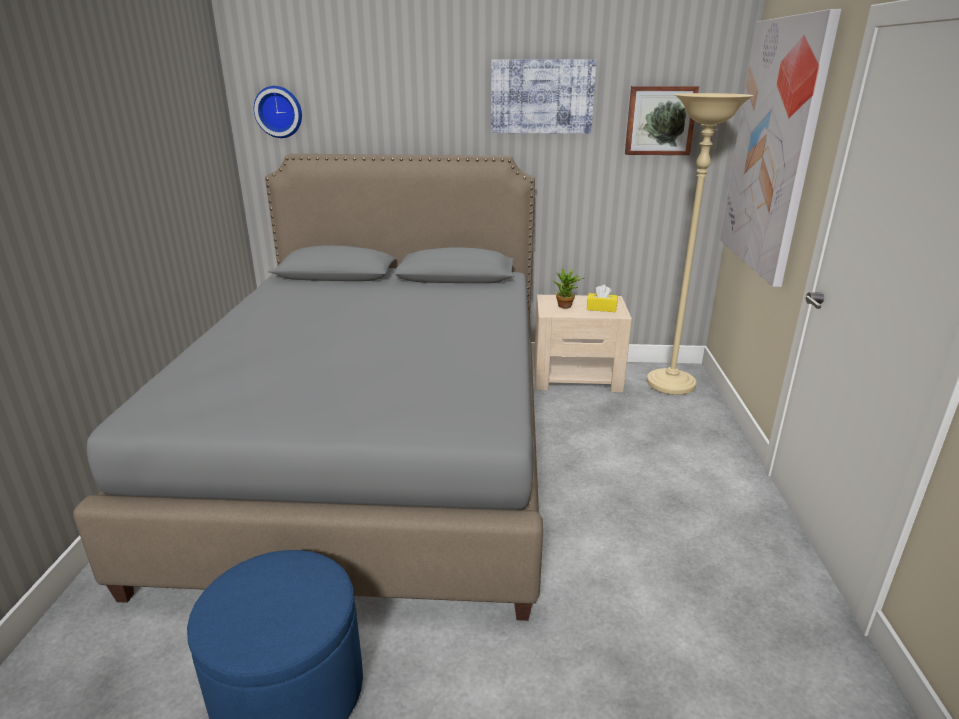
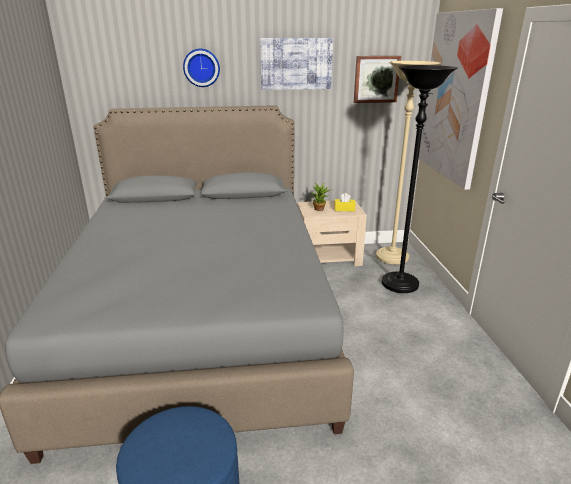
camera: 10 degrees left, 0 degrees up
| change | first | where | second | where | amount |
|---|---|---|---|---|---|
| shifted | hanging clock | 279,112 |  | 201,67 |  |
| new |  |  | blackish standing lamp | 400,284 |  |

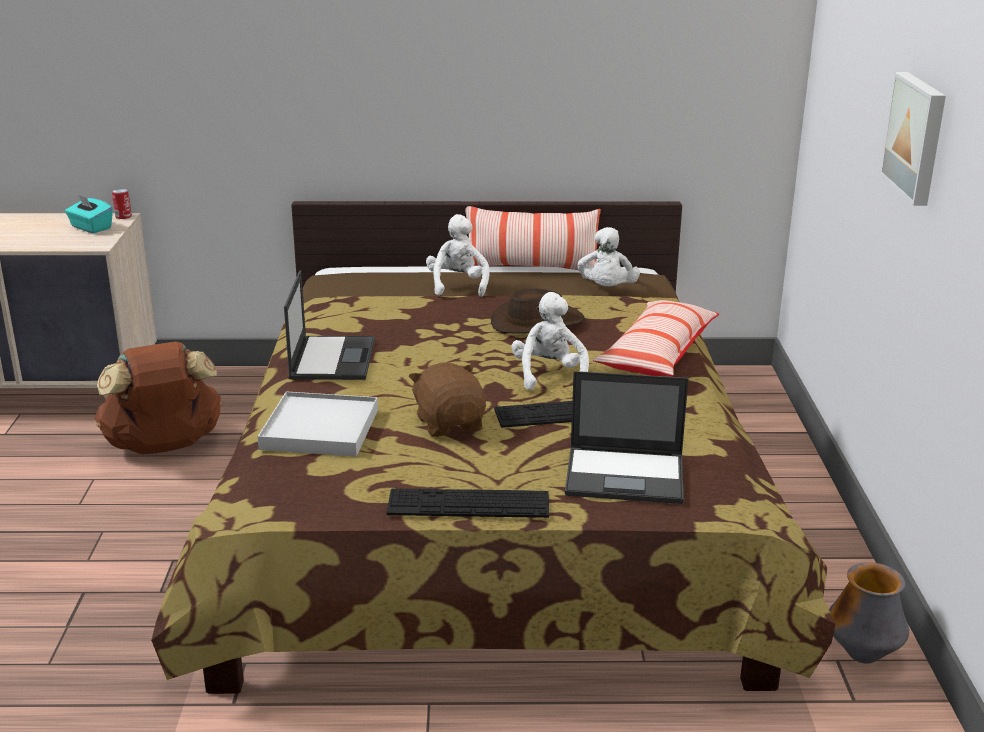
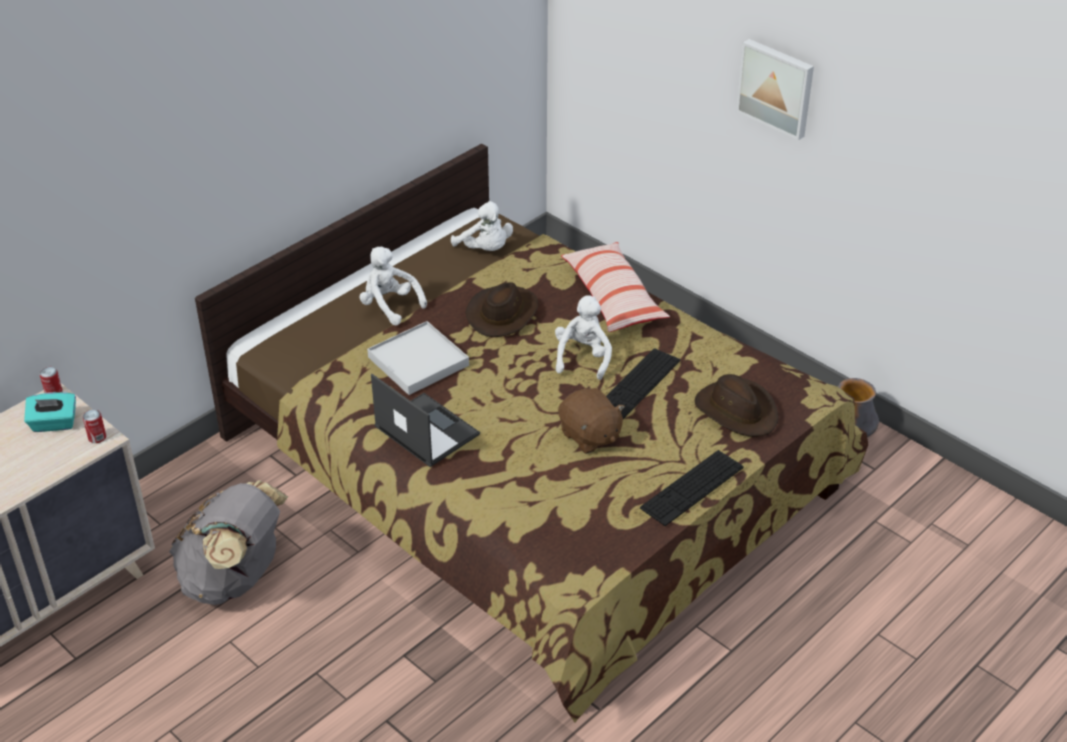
camera: 45 degrees left, 15 degrees up
| change | first | where | second | where | amount |
|---|---|---|---|---|---|
| gone | pillow | 531,269 |  |  |  |
| rotated | whitish cuddly toy | 549,375 |  | 583,358 | 60 degrees clockwise |
| repainted | brown rucksack | 164,447 | greyish rucksack | 235,579 |  |
| rotated | brown cuddly toy | 450,423 |  | 589,436 | 150 degrees counterclockwise |
| swapped | notebook computer | 626,475 | brown clothing hat | 736,410 |  |
| shifted | whitish tray | 320,429 |  | 418,361 |  |
| new |  |  | can | 97,437 |  |

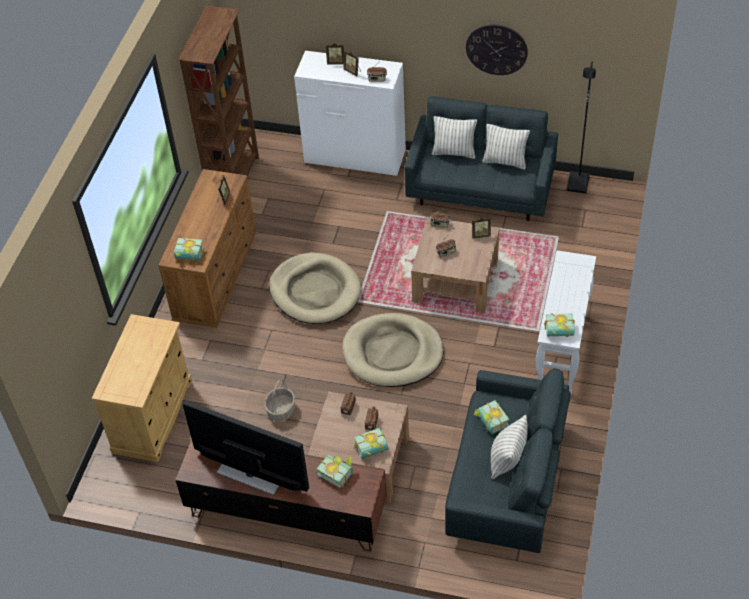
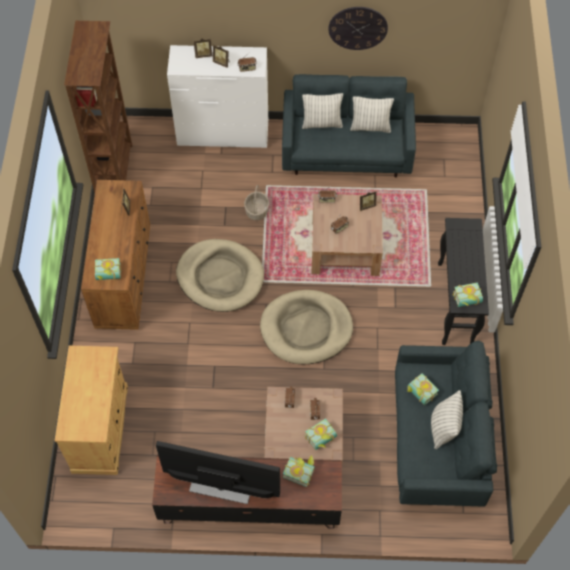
camera: 15 degrees left, 10 degrees up
| change | first | where | second | where | amount |
|---|---|---|---|---|---|
| gone | blackish standing lamp | 578,184 |  |  |  |
| repainted | whitish hall table | 561,352 | blackish hall table | 455,304 |  |
| shifted | basket | 281,411 |  | 257,211 |  |

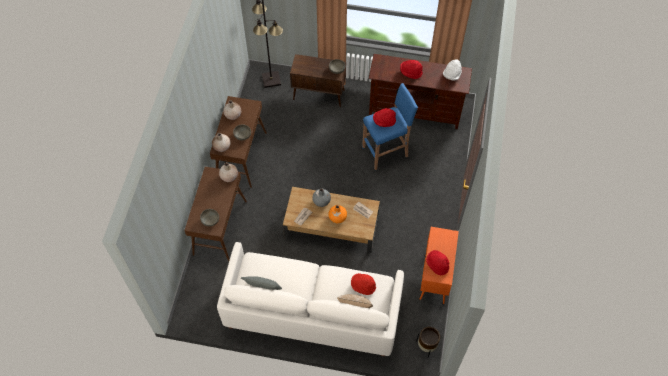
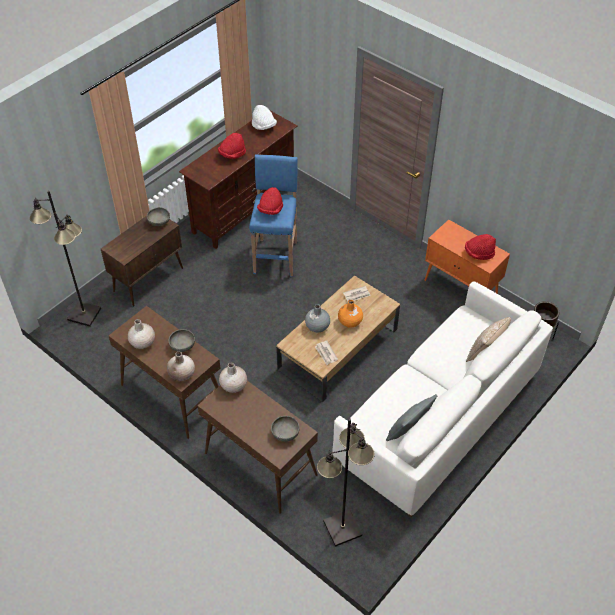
camera: 60 degrees left, 10 degrees down
| change | first | where | second | where | amount |
|---|---|---|---|---|---|
| gone | reddish clothing hat | 363,286 |  |  |  |
| new |  |  | blackish standing lamp | 342,529 |  |

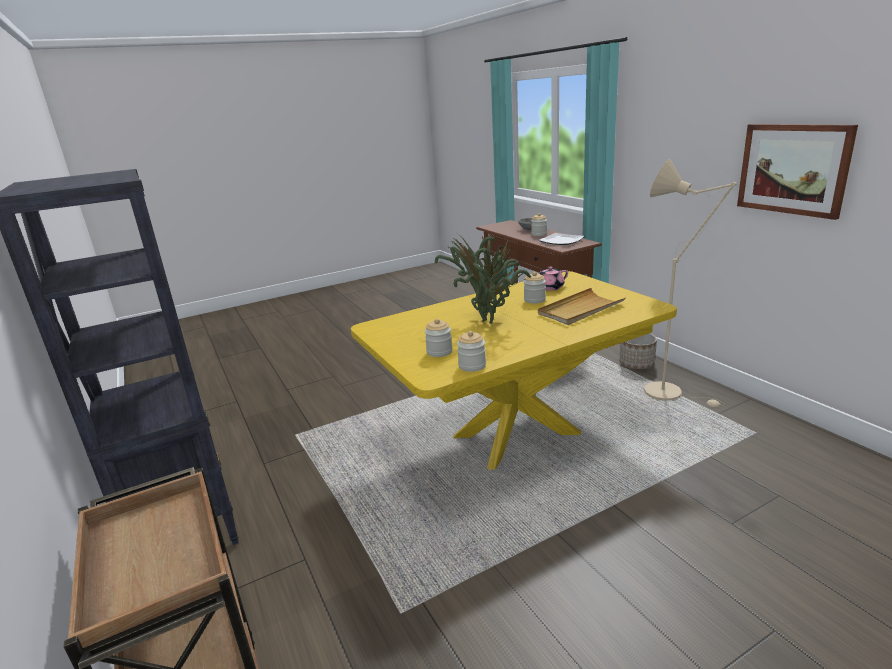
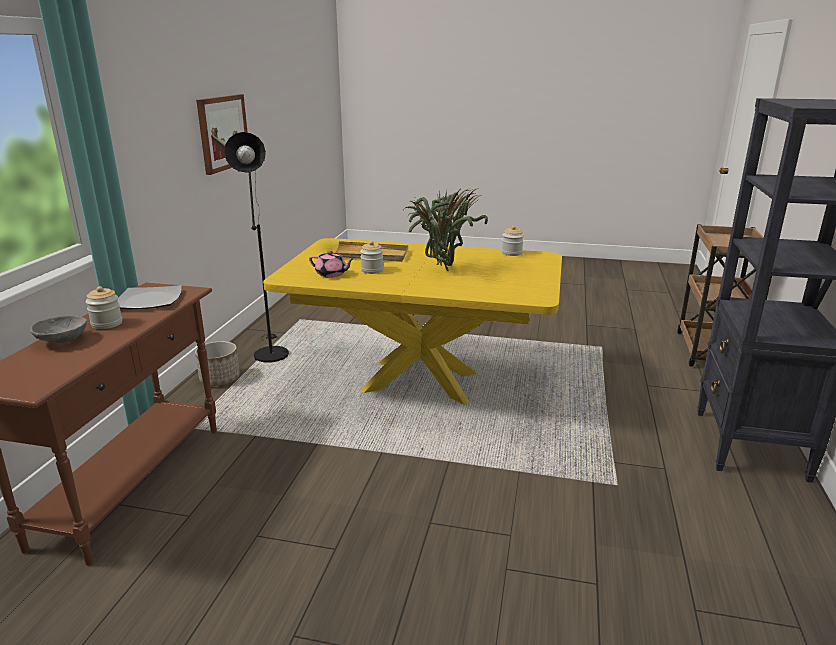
camera: 140 degrees left, 0 degrees up
| change | first | where | second | where | amount |
|---|---|---|---|---|---|
| repainted | beige standing lamp | 670,393 | blackish standing lamp | 270,352 |  |
| gone | jar | 439,352 |  |  |  |

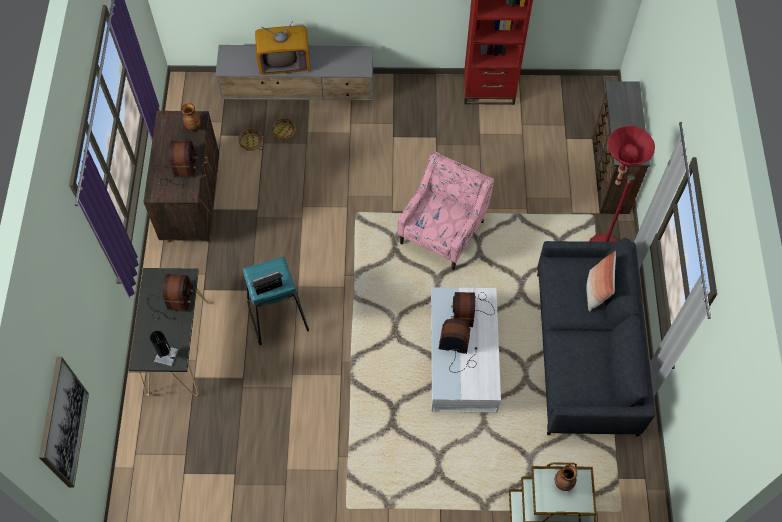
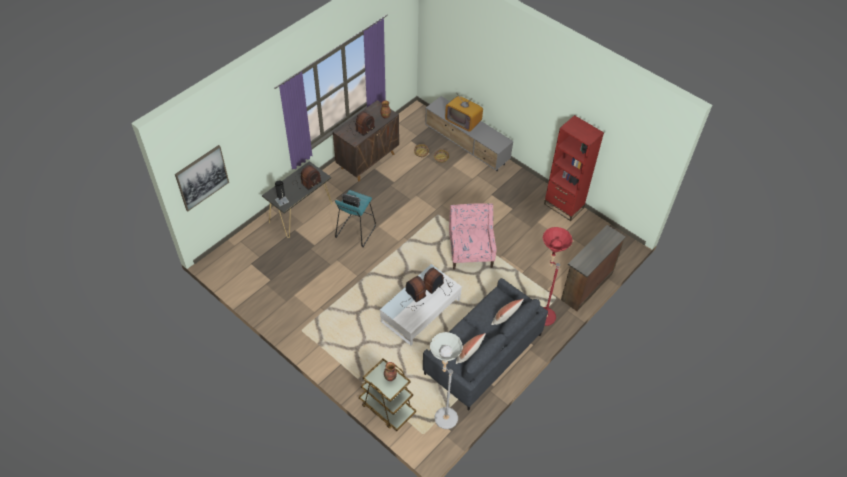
camera: 40 degrees right, 10 degrees down
| change | first | where | second | where | amount |
|---|---|---|---|---|---|
| rotated | pinkish easy chair | 443,231 |  | 471,251 | 75 degrees counterclockwise |
| new |  |  | greyish standing lamp | 442,415 |  |
| new |  |  | pillow | 468,355 |  |

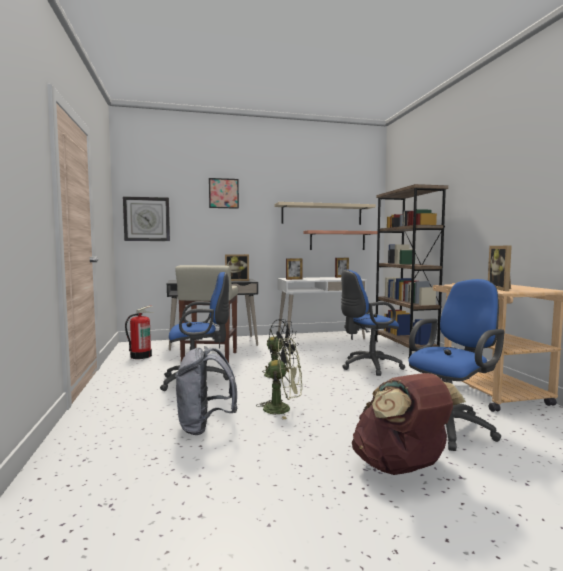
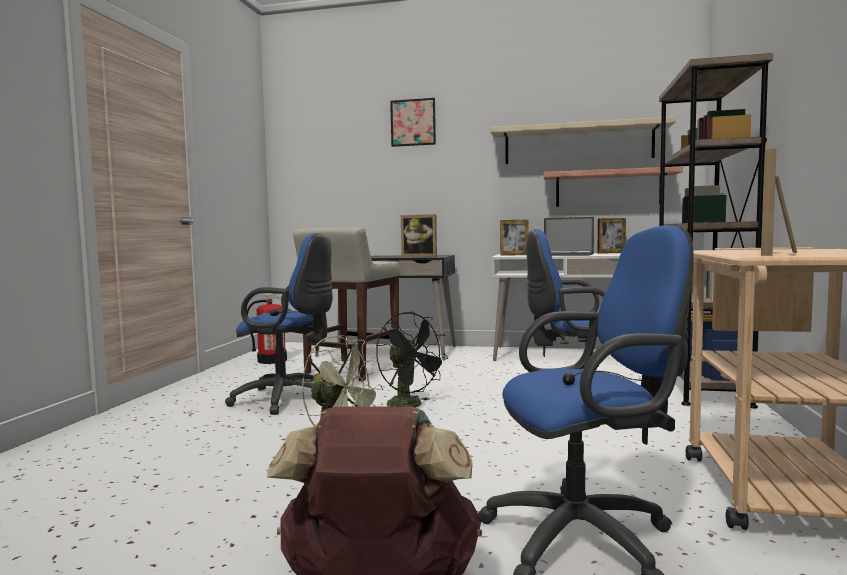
camera: 25 degrees right, 0 degrees up
| change | first | where | second | where | amount |
|---|---|---|---|---|---|
| gone | hanging clock | 147,219 |  |  |  |
| gone | greyish rucksack | 204,426 |  |  |  |
| new |  |  | notebook computer | 566,254 |  |

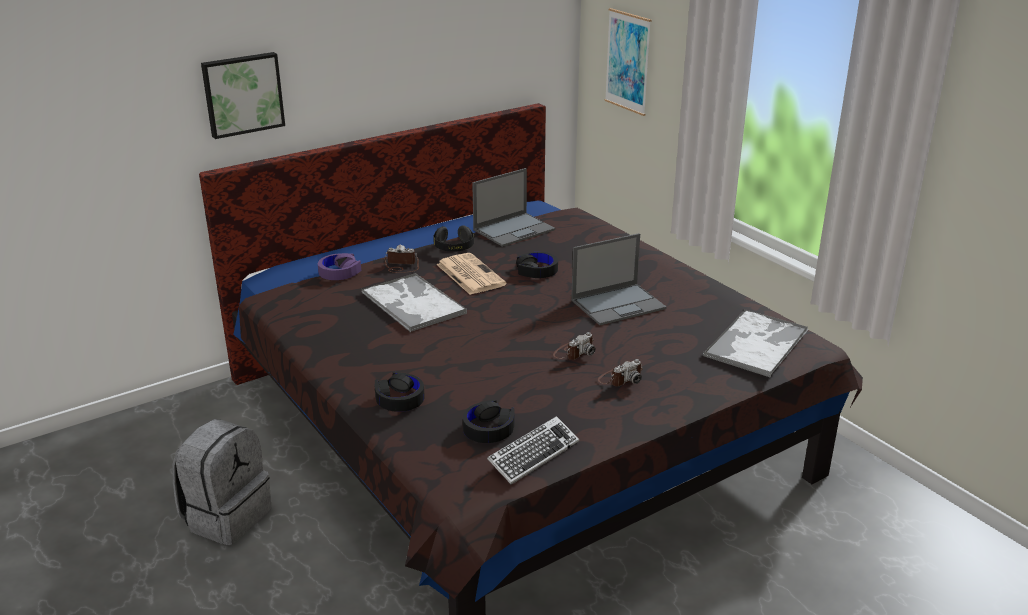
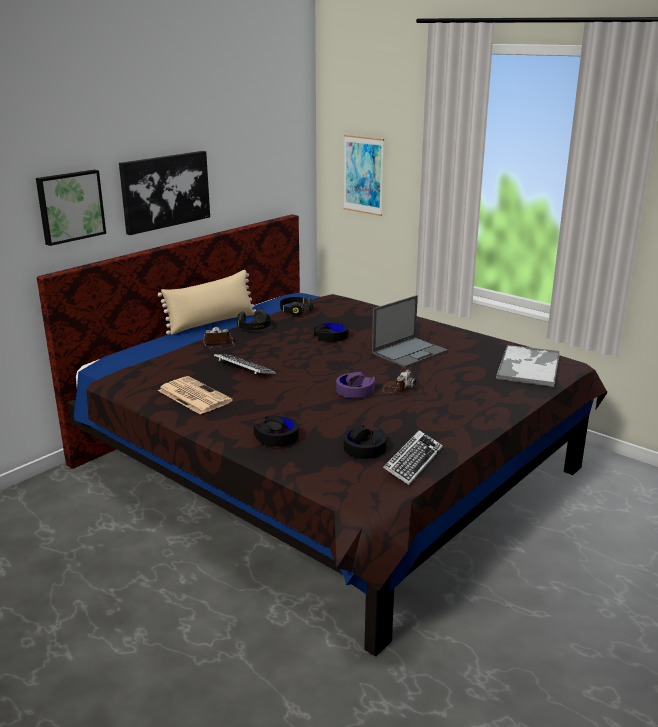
camera: 15 degrees left, 5 degrees down
| change | first | where | second | where | amount |
|---|---|---|---|---|---|
| swapped | notebook computer | 514,229 | blackish headphones | 295,311 |  |
| shifted | purple headphones | 339,272 |  | 355,390 |  |
| shifted | newspaper | 469,274 |  | 193,396 |  |
| swapped | tray | 412,303 | PC keyboard | 244,369 |  |
| gone | still camera | 620,379 |  |  |  |
| gone | greyish rucksack | 226,516 |  |  |  |
| new |  |  | wall art | 165,191 |  |
| new |  |  | beige pillow | 211,322 |  |

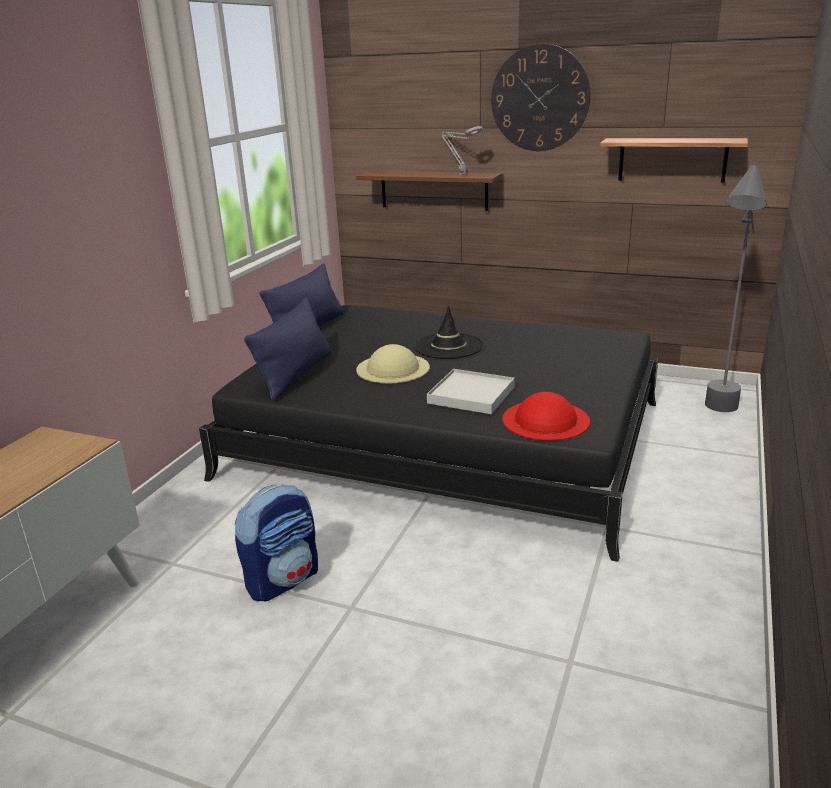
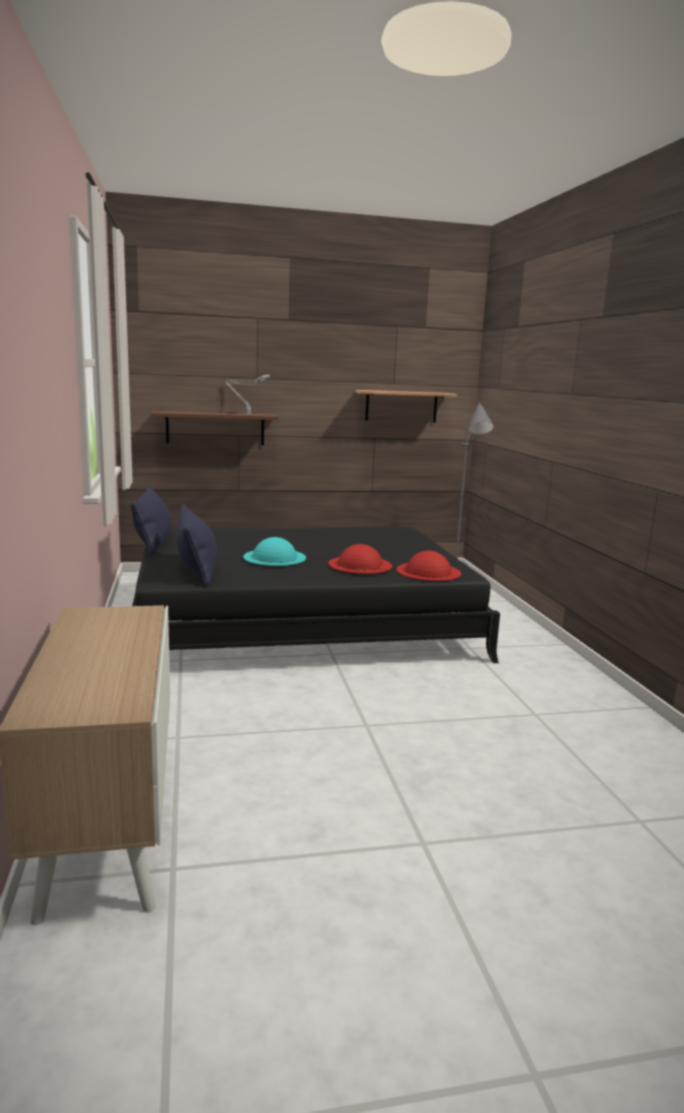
camera: 35 degrees left, 10 degrees down
| change | first | where | second | where | amount |
|---|---|---|---|---|---|
| gone | hanging clock | 540,98 |  |  |  |
| gone | blackish clothing hat | 448,346 |  |  |  |
| repainted | beige clothing hat | 392,368 | turquoise clothing hat | 274,557 |  |
| swapped | whitish tray | 471,395 | reddish clothing hat | 360,565 |  |
| gone | rucksack | 283,580 |  |  |  |

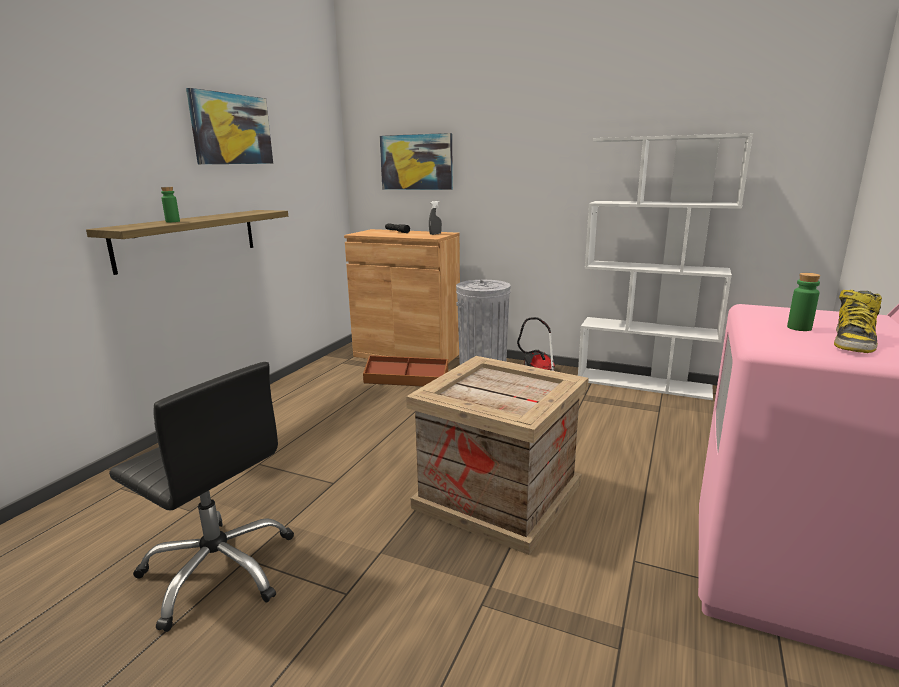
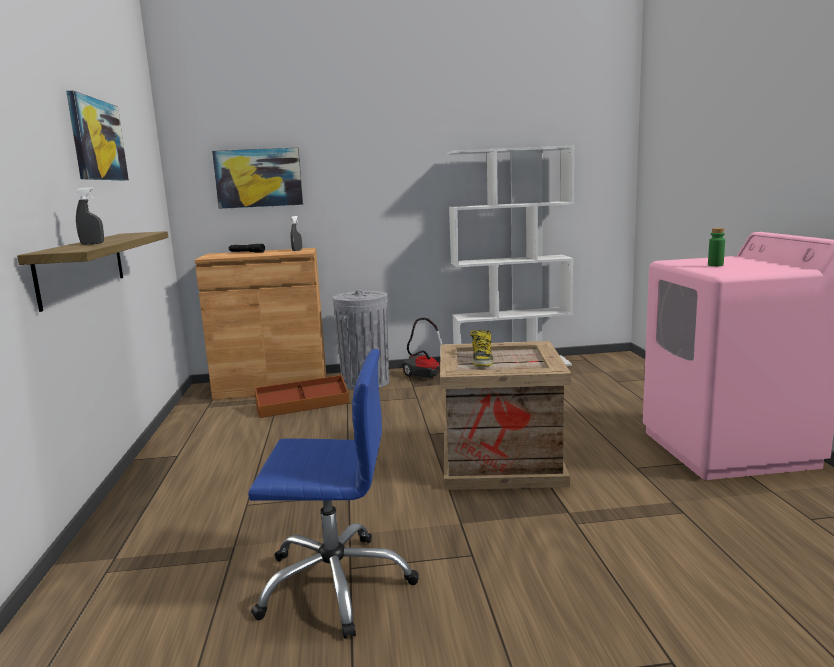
camera: 30 degrees left, 5 degrees down
| change | first | where | second | where | amount |
|---|---|---|---|---|---|
| swapped | green bottle | 172,221 | greyish spray bottle | 92,244 |  |
| shifted | tall boot | 853,342 |  | 482,360 |  |
| repainted | blackish desk chair | 219,569 | blue-coloured desk chair | 335,583 |  |

